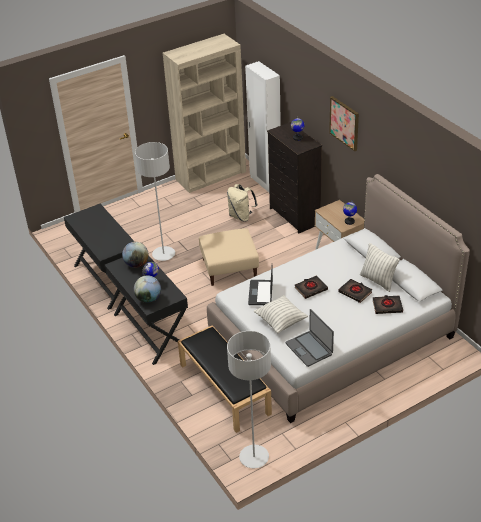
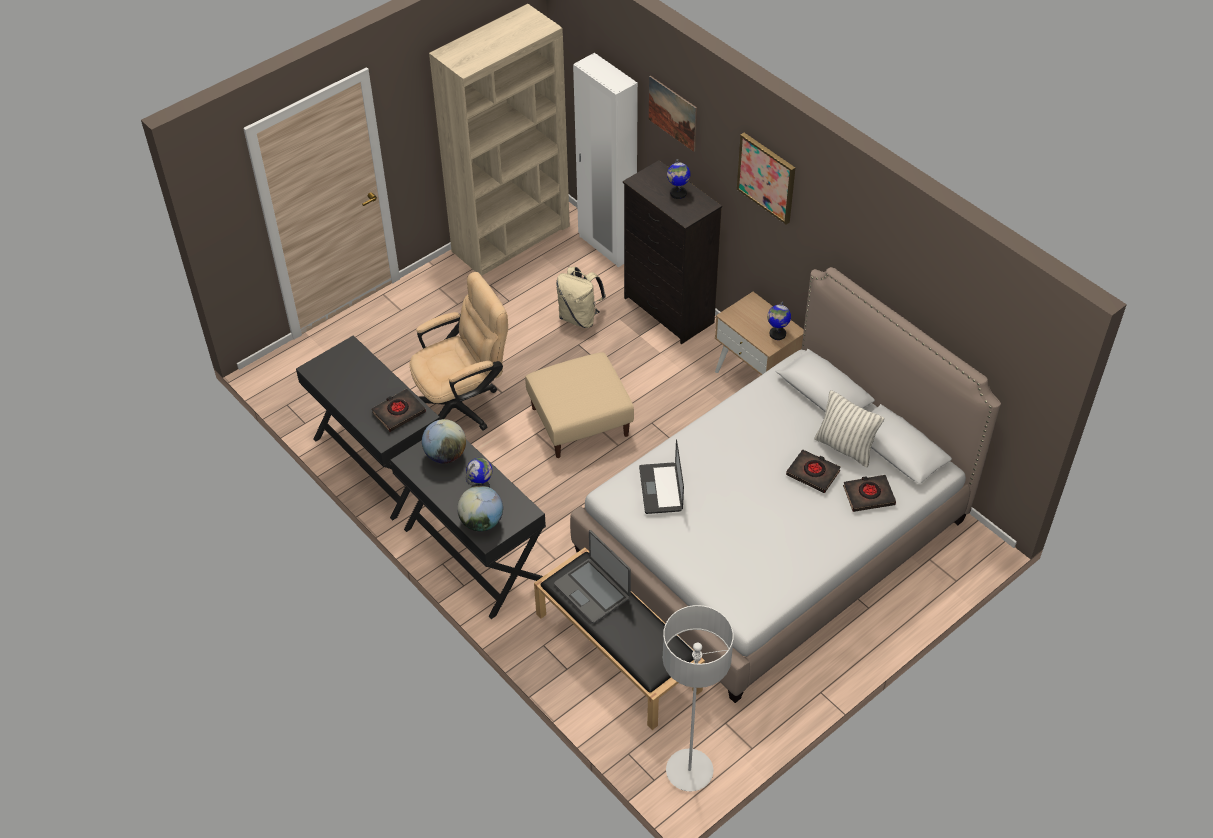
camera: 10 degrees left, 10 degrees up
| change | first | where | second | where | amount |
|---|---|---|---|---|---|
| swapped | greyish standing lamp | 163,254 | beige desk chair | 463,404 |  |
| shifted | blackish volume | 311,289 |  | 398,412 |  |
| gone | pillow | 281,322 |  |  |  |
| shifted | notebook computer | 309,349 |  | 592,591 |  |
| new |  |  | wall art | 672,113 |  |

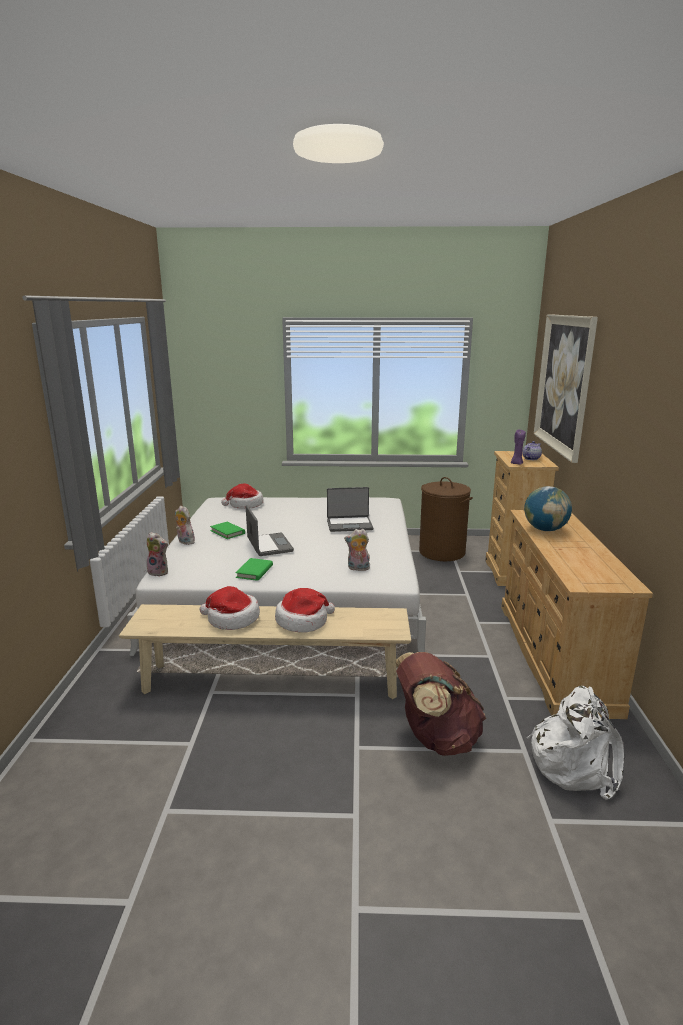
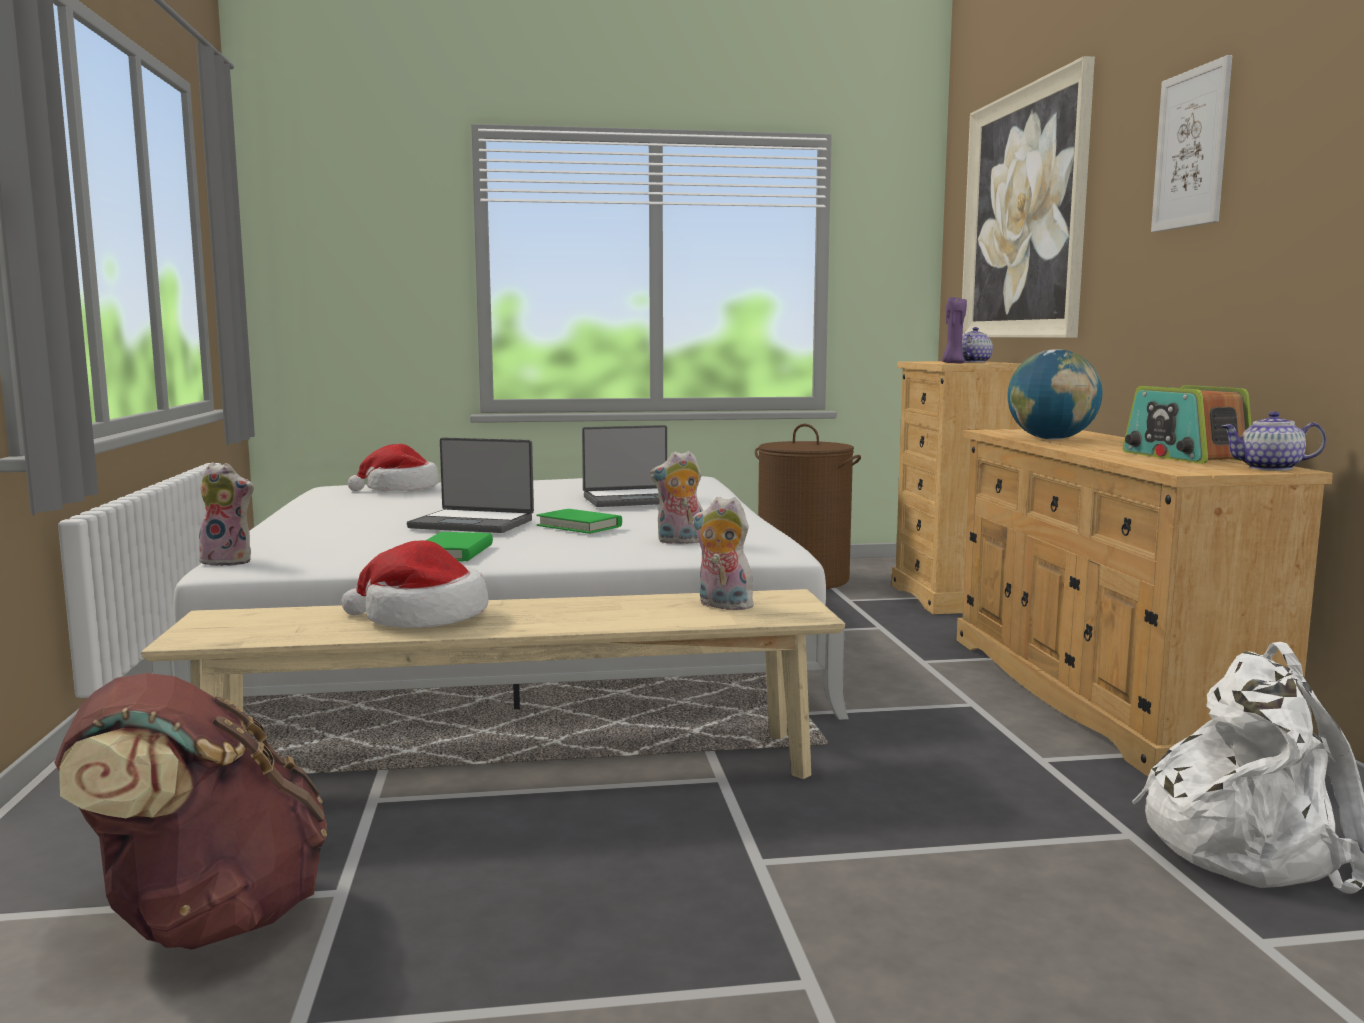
camera: 10 degrees left, 10 degrees down
| change | first | where | second | where | amount |
|---|---|---|---|---|---|
| rotated | notebook computer | 268,545 |  | 473,523 | 135 degrees clockwise |
| shifted | cuddly toy | 184,542 |  | 722,605 |  |
| shifted | green volume | 227,532 |  | 579,526 |  |
| gone | clothing hat | 303,621 |  |  |  |
| shifted | brown rucksack | 436,738 |  | 205,920 |  |
| new |  |  | wall art | 1191,149 |  |
| new |  |  | radio | 1184,456 |  |
| new |  |  | teapot | 1269,468 |  |

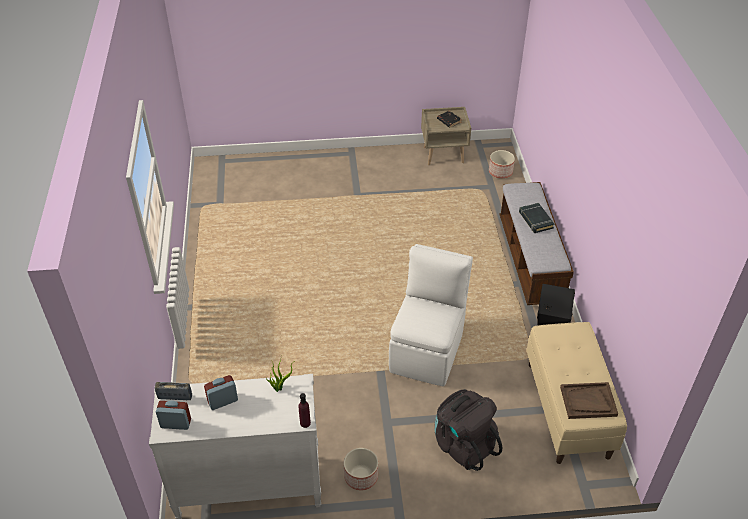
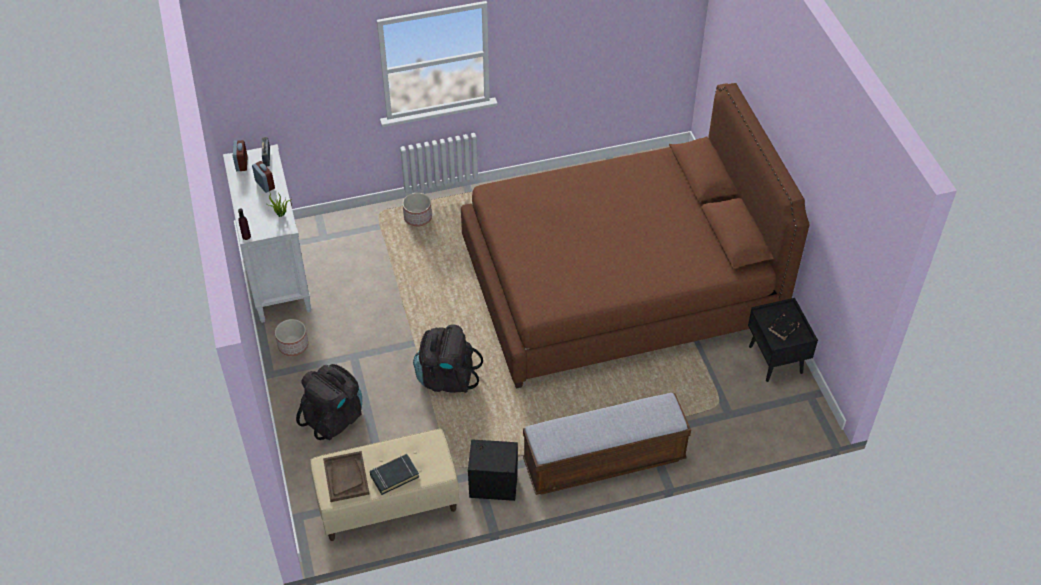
camera: 80 degrees right, 5 degrees up
| change | first | where | second | where | amount |
|---|---|---|---|---|---|
| repainted | beige nightstand | 444,154 | blackish nightstand | 776,360 |  |
| shifted | planter | 500,172 |  | 417,217 |  |
| shifted | blackish volume | 535,220 |  | 394,476 |  |
| swapped | whitish plain chair | 427,350 | blackish rucksack | 446,377 |  |
| new |  |  | brown bed | 618,285 |  |

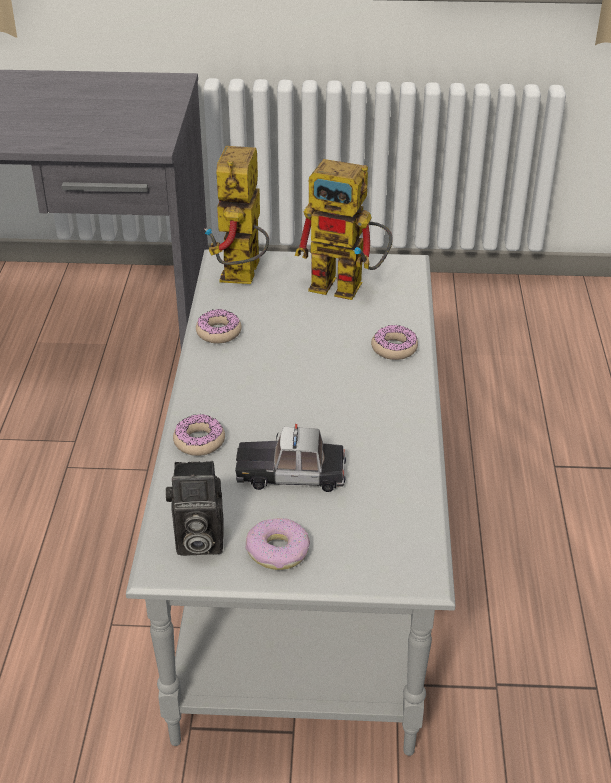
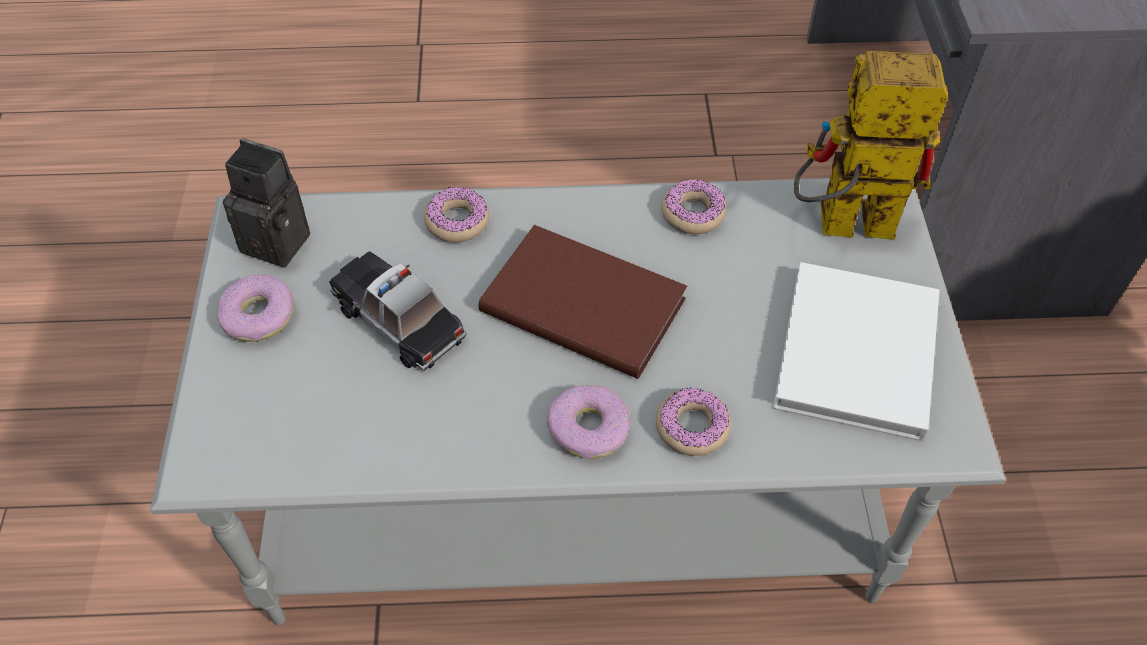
camera: 85 degrees right, 15 degrees up
| change | first | where | second | where | amount |
|---|---|---|---|---|---|
| swapped | toy robot | 348,286 | whitish volume | 855,358 |  |
| rotated | model car | 291,472 |  | 399,318 | 45 degrees counterclockwise |
| rotated | still camera | 197,541 |  | 281,240 | 120 degrees clockwise |
| new |  |  | brown volume | 583,301 |  |
| new |  |  | ring doughnut | 588,428 |  |

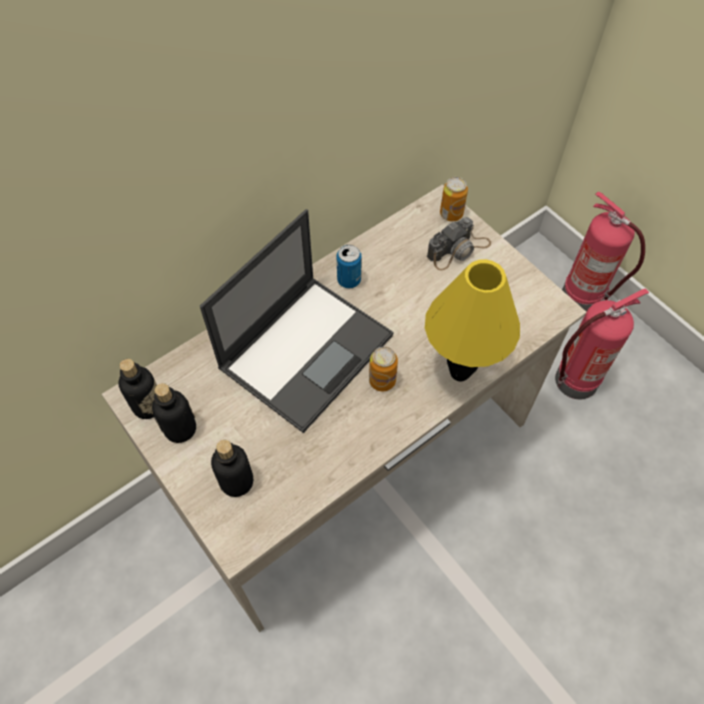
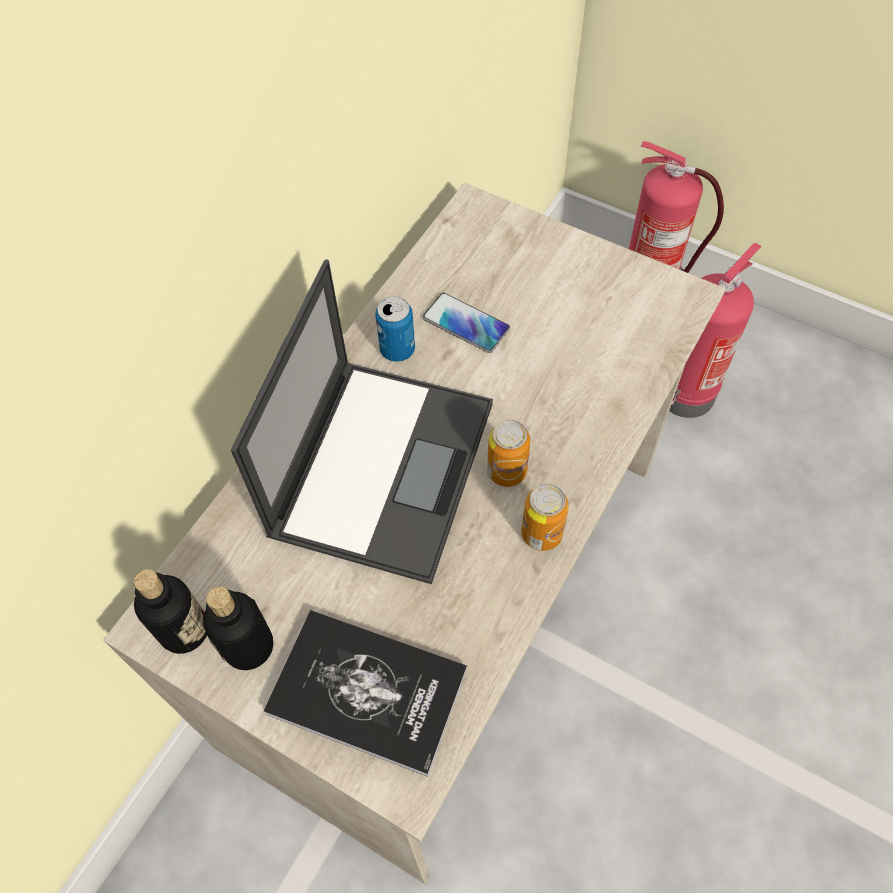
camera: 20 degrees left, 0 degrees up
| change | first | where | second | where | amount |
|---|---|---|---|---|---|
| shifted | can | 451,214 |  | 542,533 |  |
| gone | still camera | 458,250 |  |  |  |
| gone | yellow lamp for a table | 459,371 |  |  |  |
| swapped | bottle | 236,481 | volume | 367,691 |  |
| new |  |  | handset | 466,324 |  |

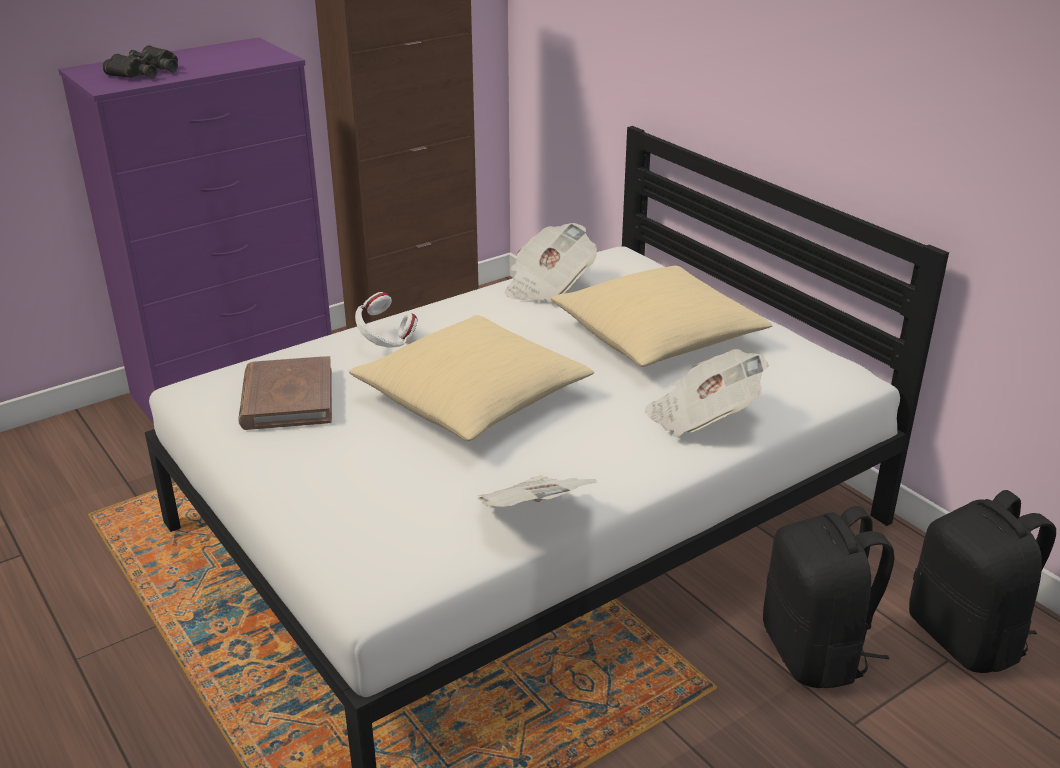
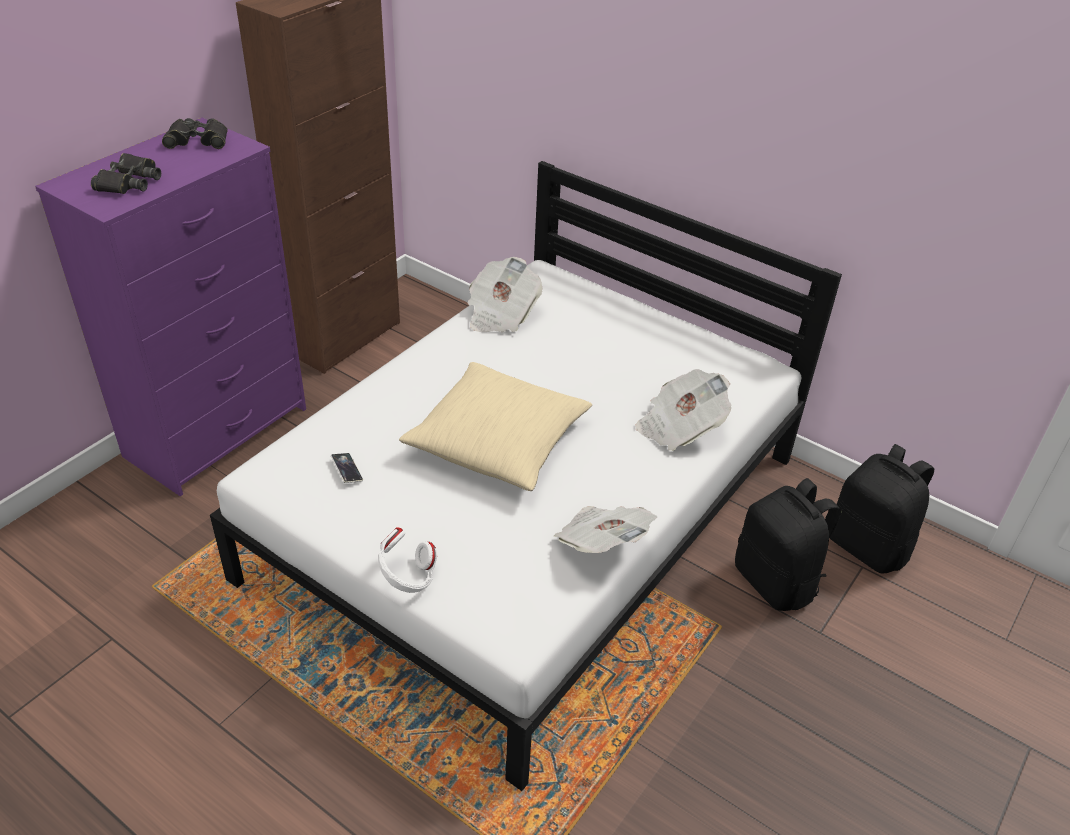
camera: 20 degrees left, 10 degrees up
| change | first | where | second | where | amount |
|---|---|---|---|---|---|
| gone | beige pillow | 658,336 |  |  |  |
| shifted | whitish headphones | 386,342 |  | 407,577 |  |
| swapped | brown volume | 287,398 | handset | 347,470 |  |
| new |  |  | blackish binoculars | 198,140 |  |

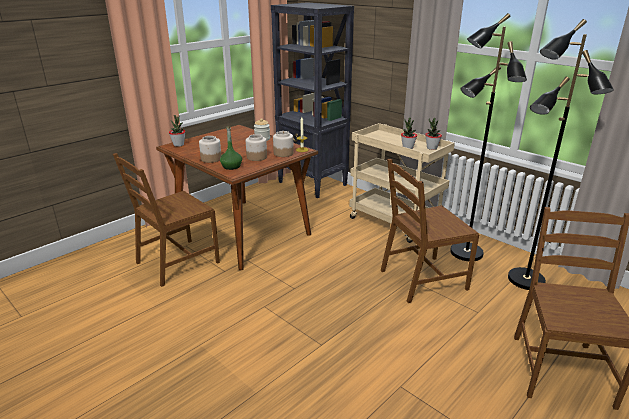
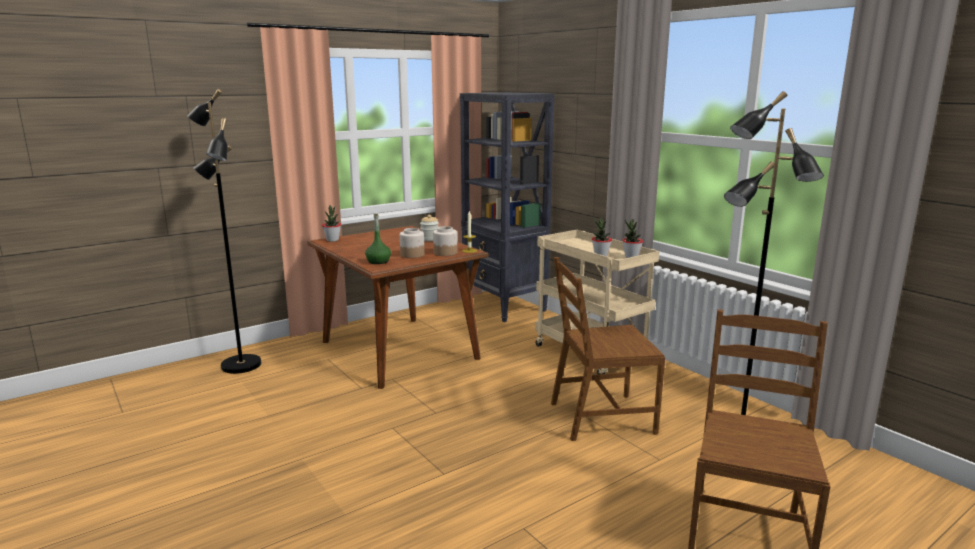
camera: 10 degrees right, 10 degrees down
| change | first | where | second | where | amount |
|---|---|---|---|---|---|
| shifted | blackish standing lamp | 465,253 |  | 239,365 |  |
| gone | jar | 211,159 |  |  |  |
| gone | brown plain chair | 177,262 |  |  |  |

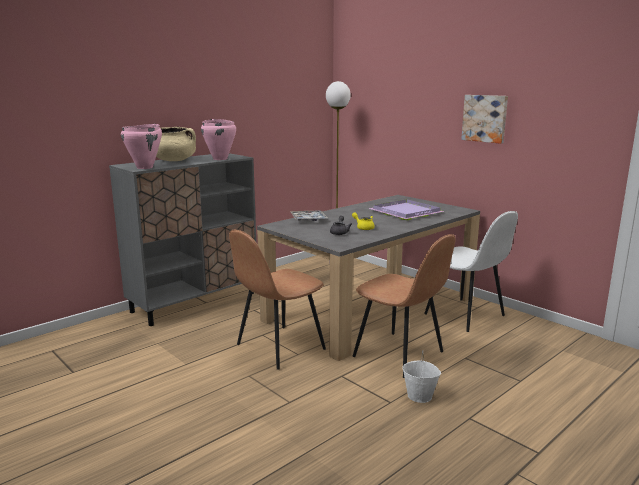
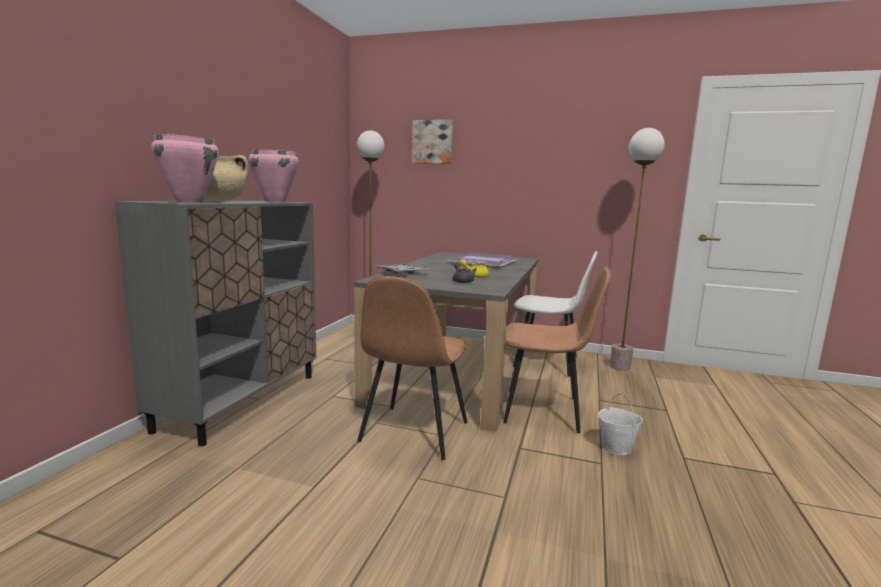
camera: 30 degrees left, 5 degrees down
| change | first | where | second | where | amount |
|---|---|---|---|---|---|
| shifted | wall art | 485,118 |  | 432,142 |  |
| new |  |  | standing lamp | 619,367 |  |

